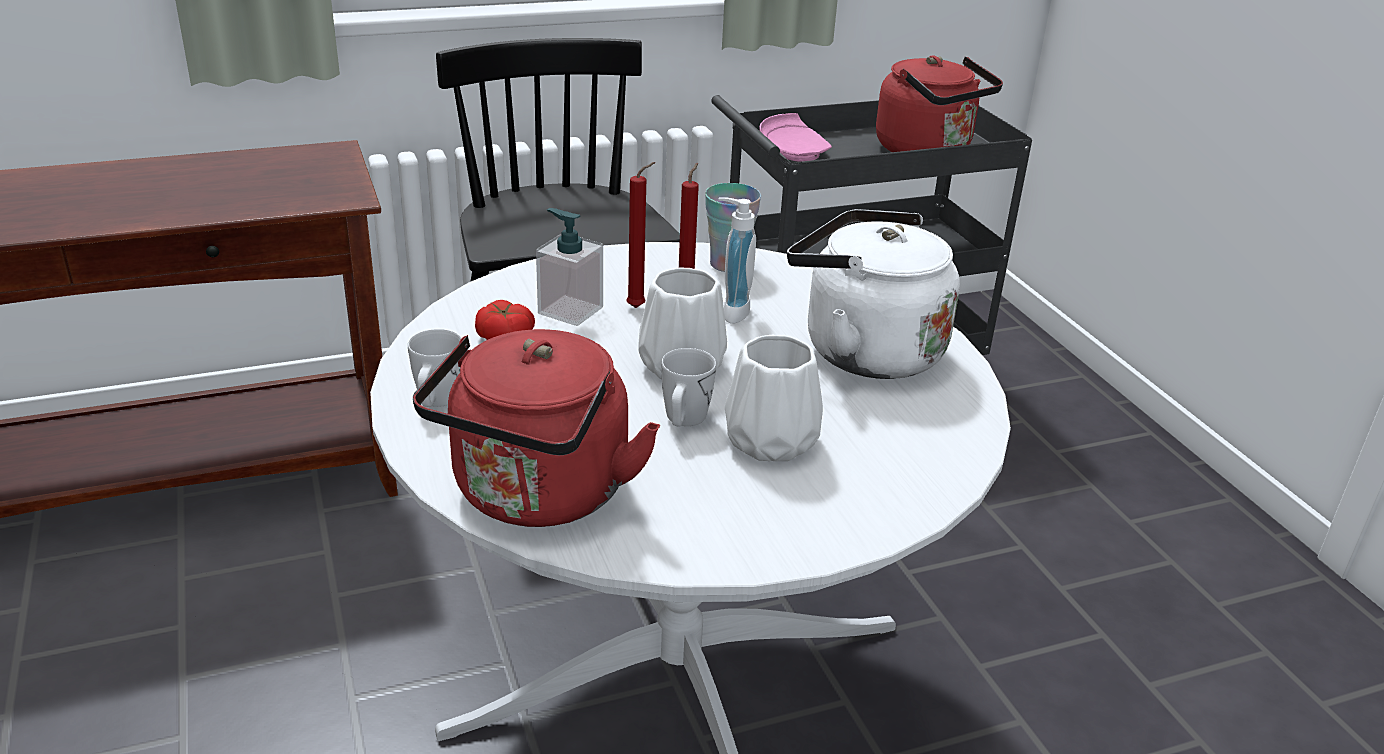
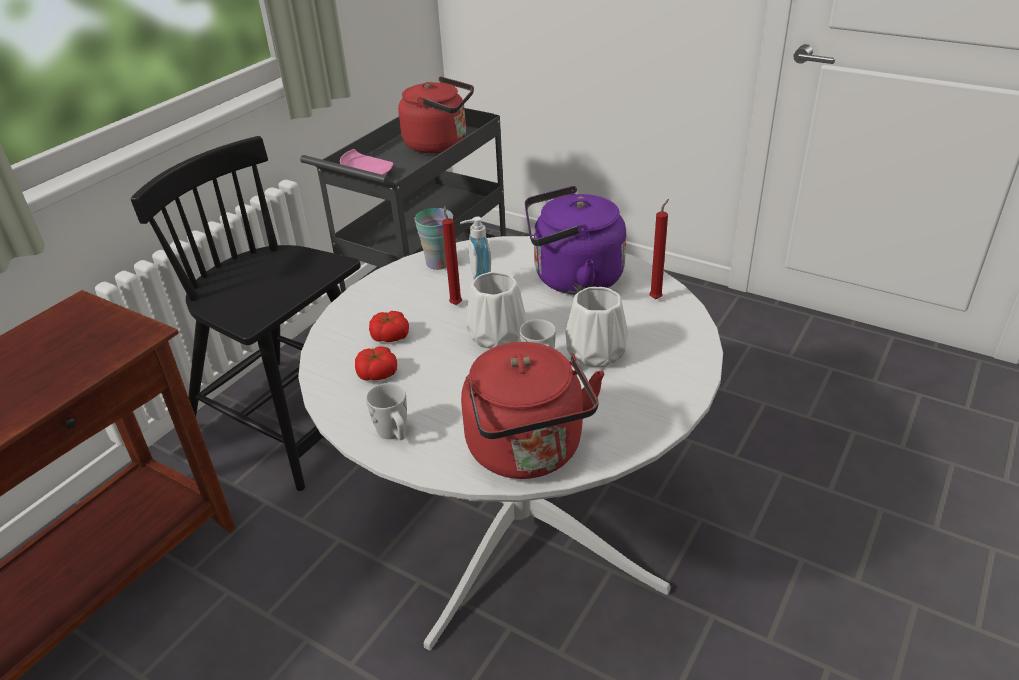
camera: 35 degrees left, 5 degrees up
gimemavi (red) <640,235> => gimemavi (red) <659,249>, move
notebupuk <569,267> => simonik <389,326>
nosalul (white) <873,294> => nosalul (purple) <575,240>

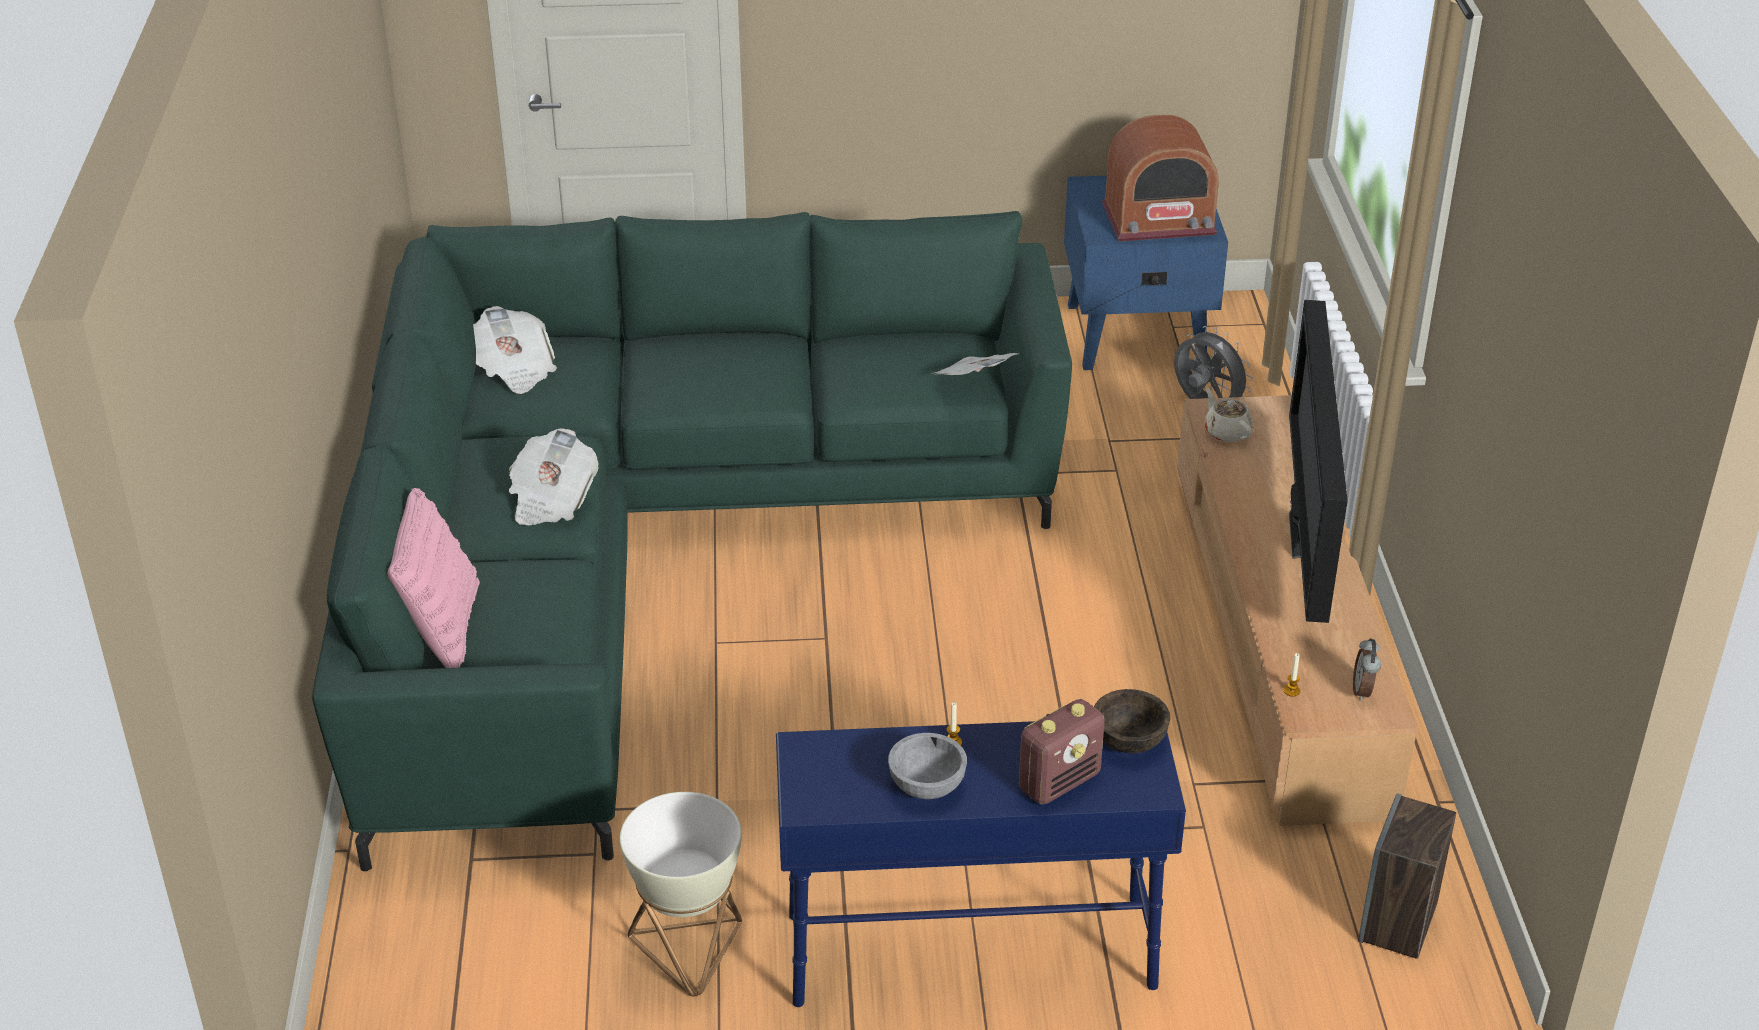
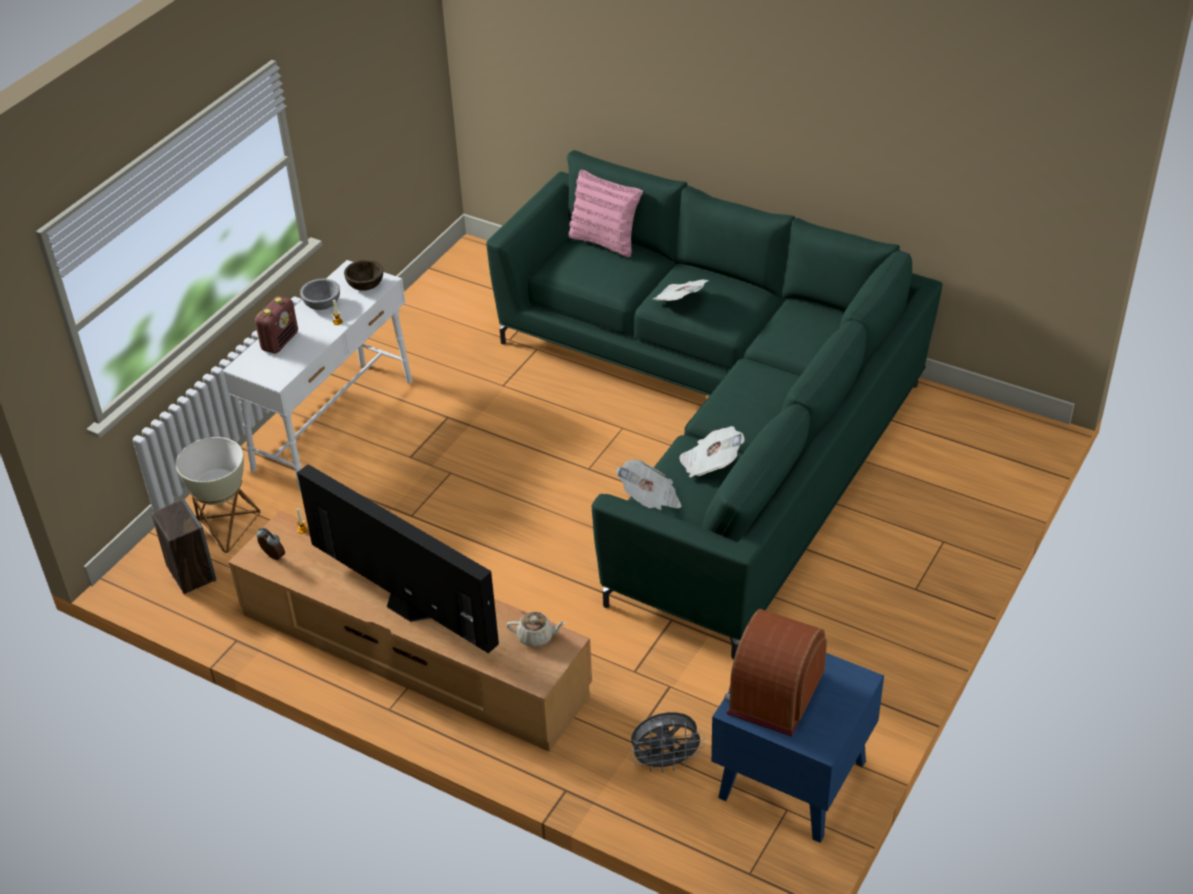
camera: 125 degrees right, 5 degrees up
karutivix <515,350> => karutivix <712,452>, move
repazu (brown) <1132,721> => repazu (brown) <363,275>, move
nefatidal <1062,752> => nefatidal <276,325>, 150 degrees counterclockwise
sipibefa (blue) <981,864> => sipibefa (white) <317,375>
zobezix <681,894> => zobezix <218,495>, move

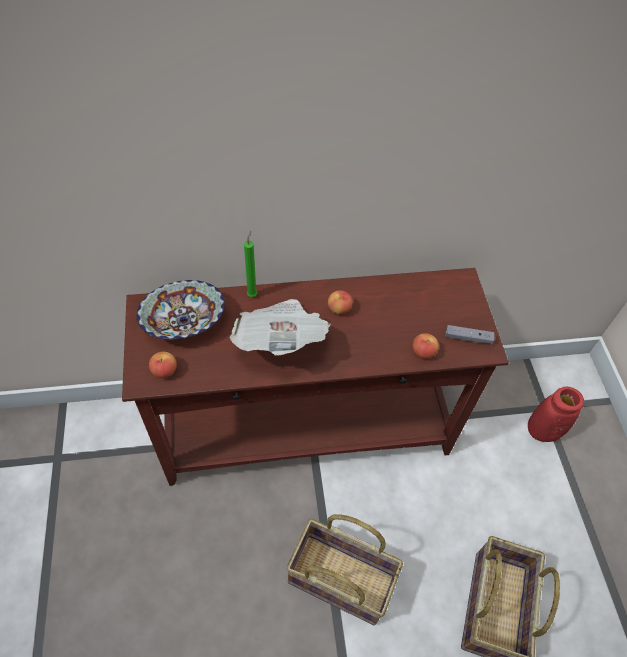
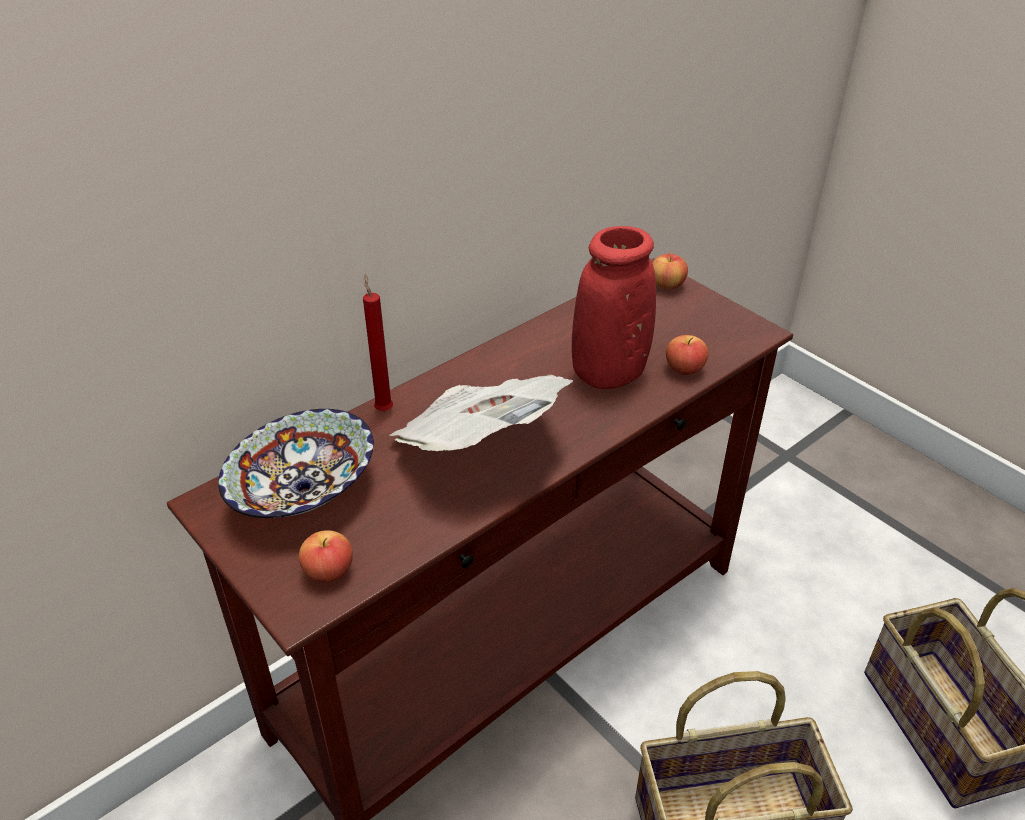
camera: 30 degrees left, 15 degrees down
gimemavi (green) <250,264> => gimemavi (red) <378,342>
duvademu <340,302> => duvademu <670,270>, move
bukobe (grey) <470,334> => nothing
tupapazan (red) <556,414> => tupapazan (red) <614,307>, move

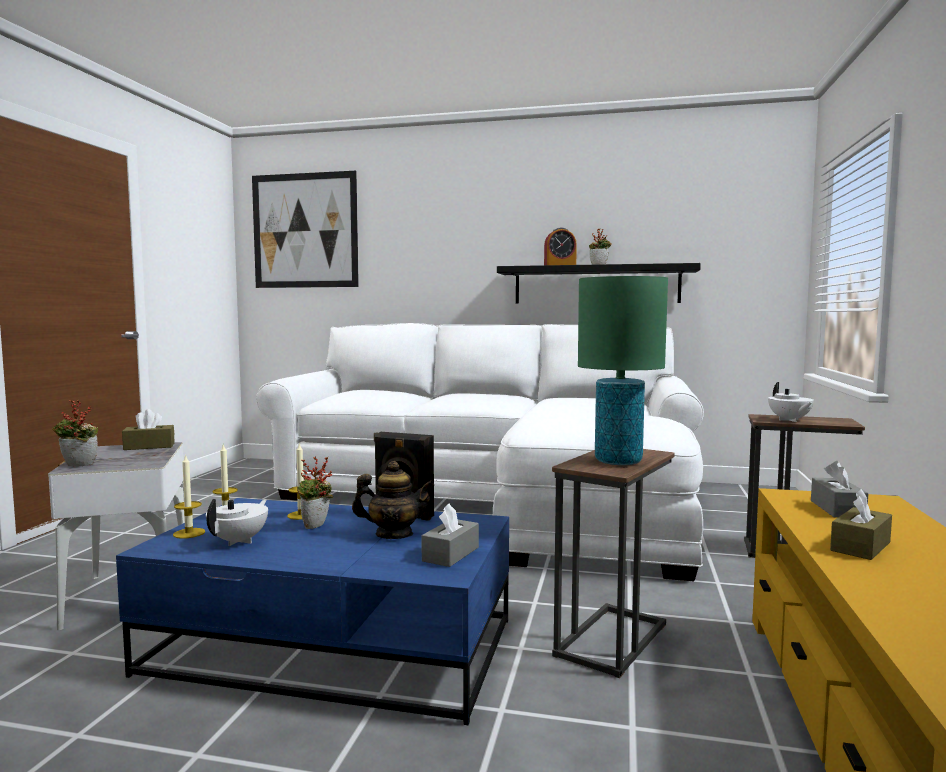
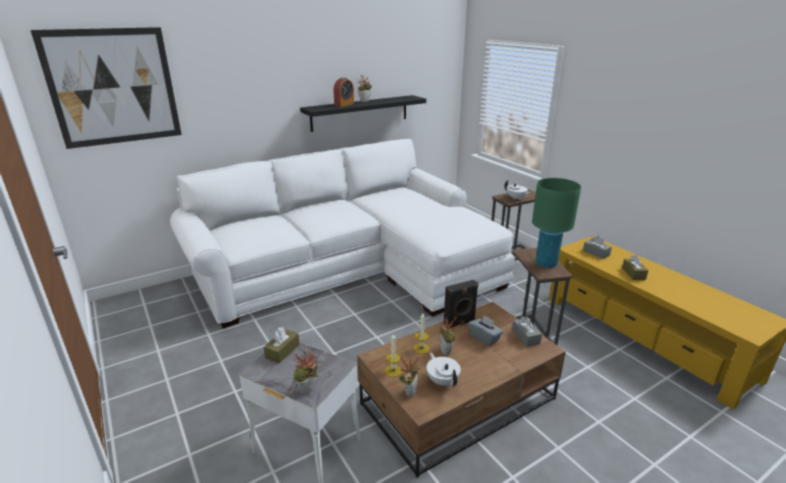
camera: 45 degrees left, 20 degrees up
gimemavi <189,496> => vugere <410,377>
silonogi <393,500> => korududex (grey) <486,330>
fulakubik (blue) <312,611> => fulakubik (brown) <461,390>

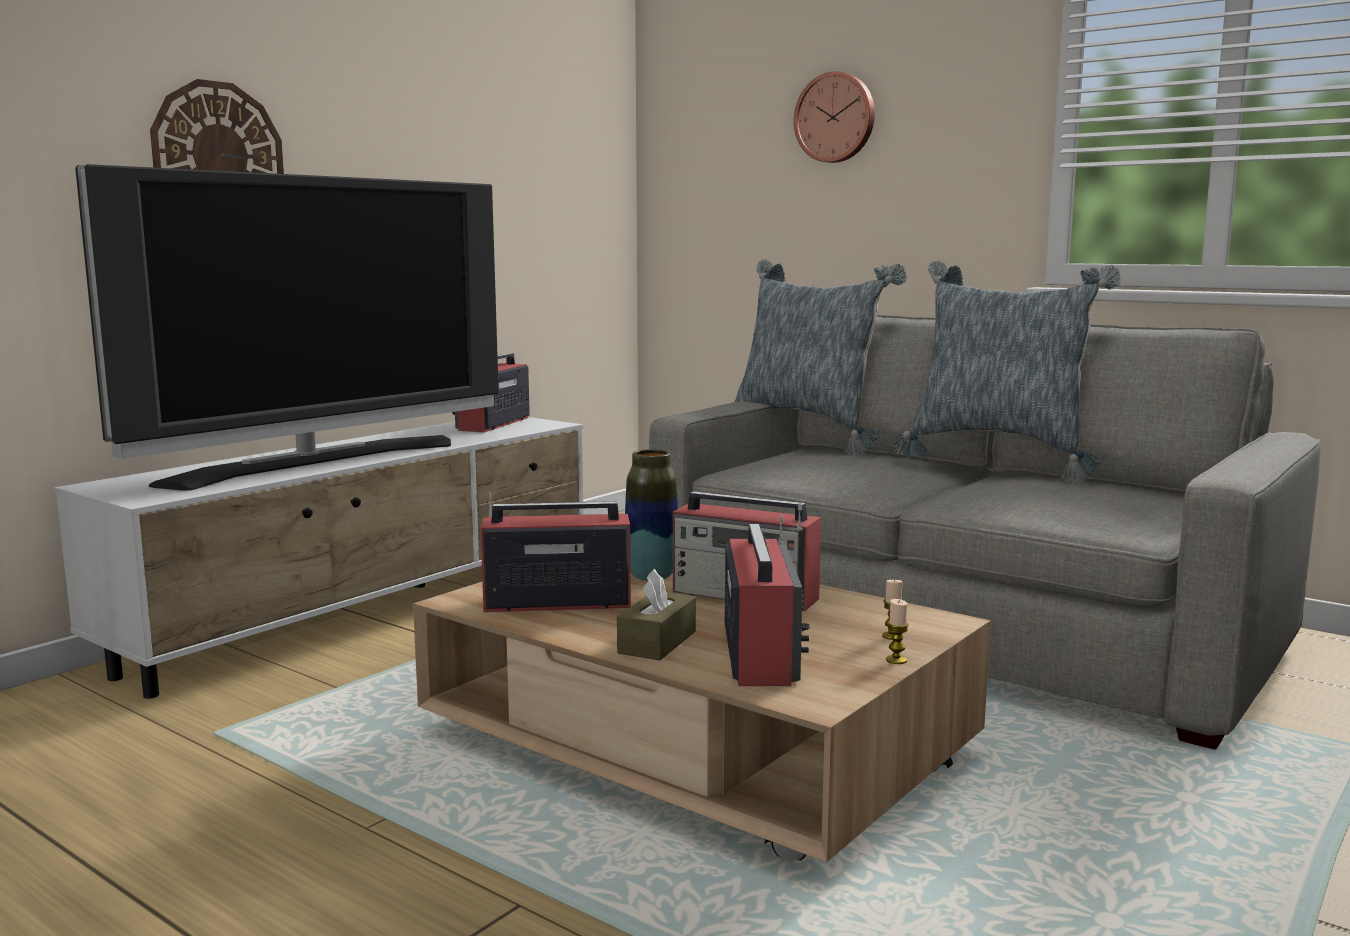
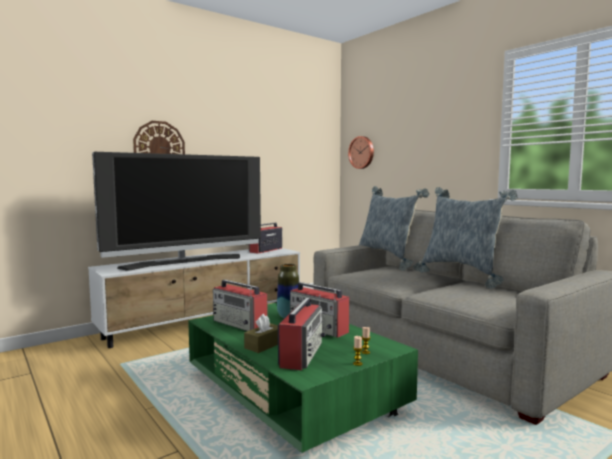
camera: 15 degrees right, 5 degrees down
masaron <834,117> => masaron <361,152>, move
nefatidal <556,552> => nefatidal <240,305>, 150 degrees counterclockwise
fulakubik (brown) <702,717> => fulakubik (green) <303,378>

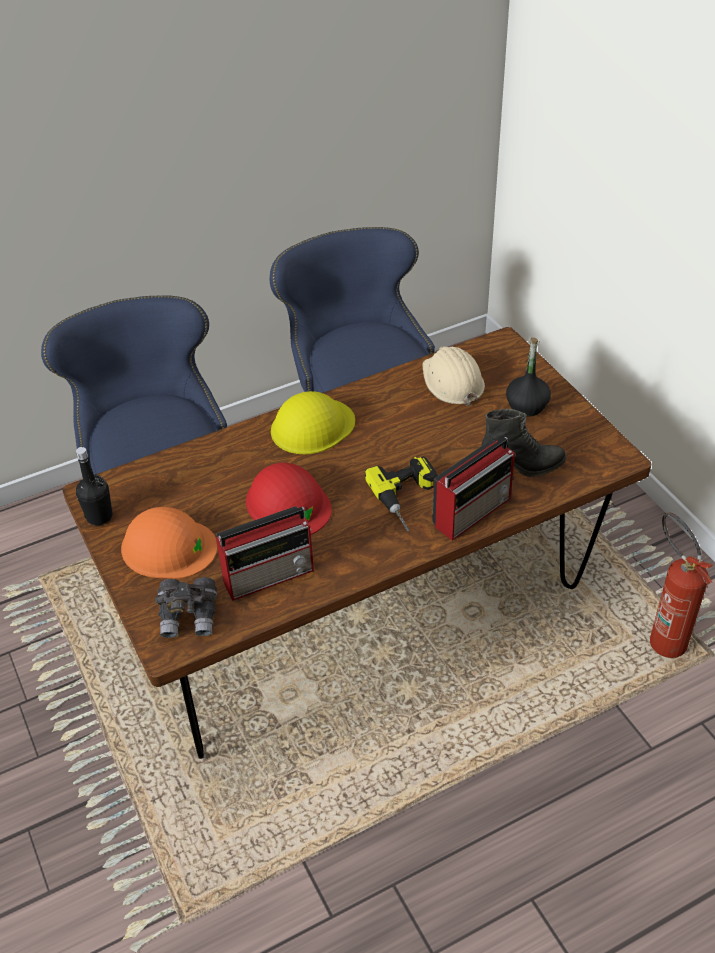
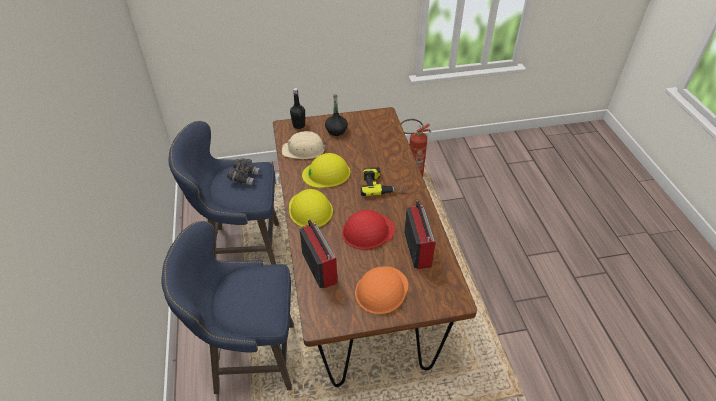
camera: 75 degrees left, 0 degrees up
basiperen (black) <524,442> => nothing
nefatidal <473,489> => nefatidal <318,253>, move
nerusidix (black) <94,486> => nerusidix (black) <297,108>, move
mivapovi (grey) <186,607> => mivapovi (grey) <243,172>, move
nothing => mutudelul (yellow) <326,170>

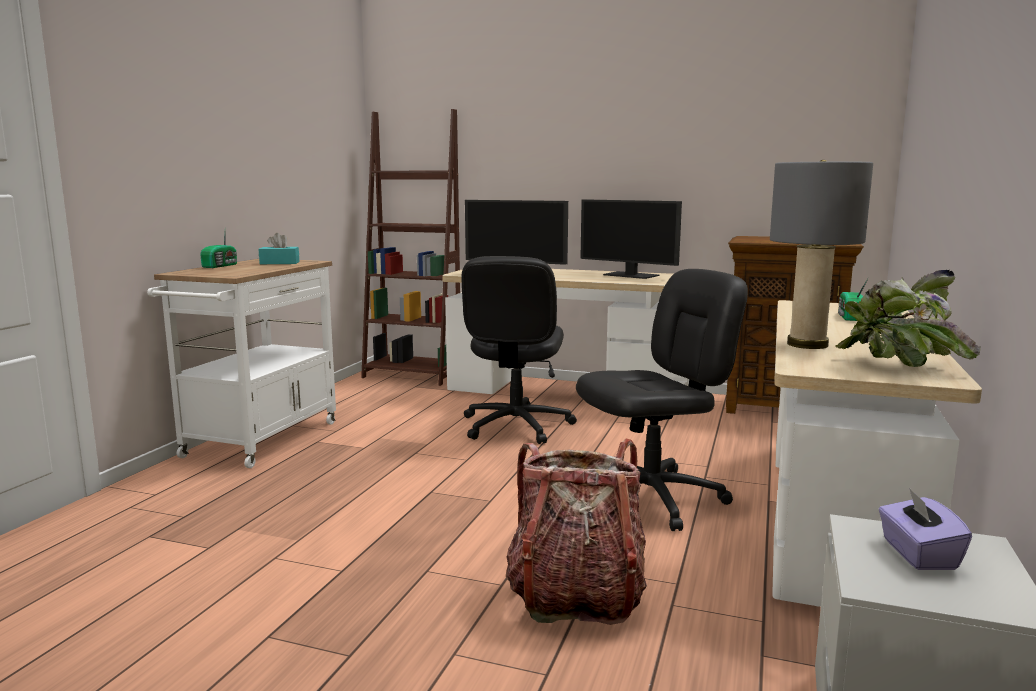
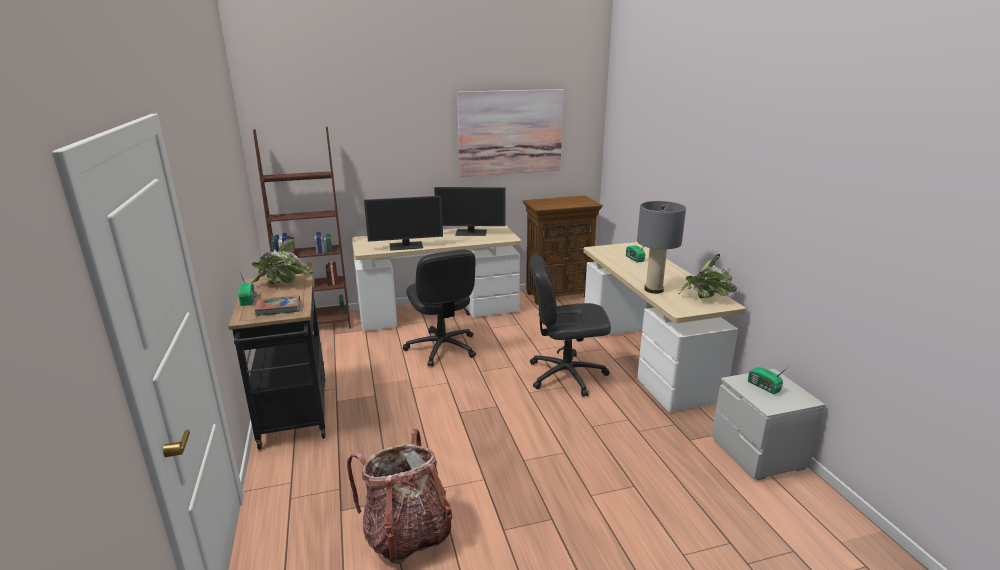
camera: 35 degrees left, 10 degrees up
korududex (turquoise) <279,248> => vugere <282,260>
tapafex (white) <241,363> => tapafex (black) <277,361>
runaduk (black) <662,400> => runaduk (black) <570,326>, 120 degrees counterclockwise
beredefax <576,531> => beredefax <400,496>, move
korududex (purple) <925,529> => nefatidal <768,380>
nothing => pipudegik <510,133>
nothing => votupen <277,305>

